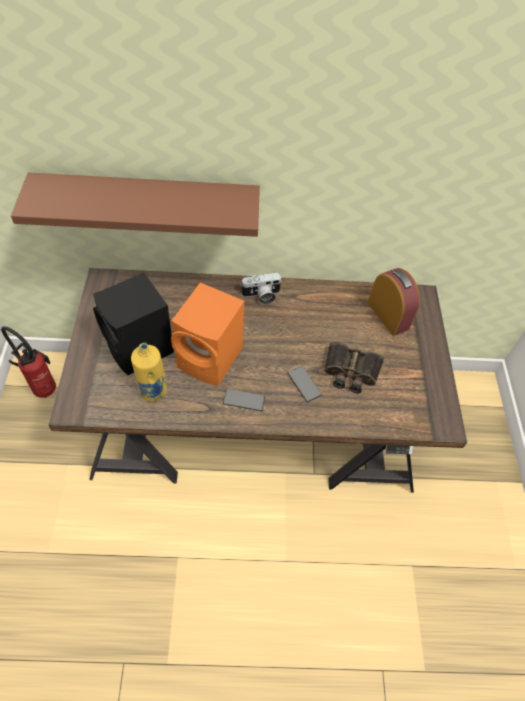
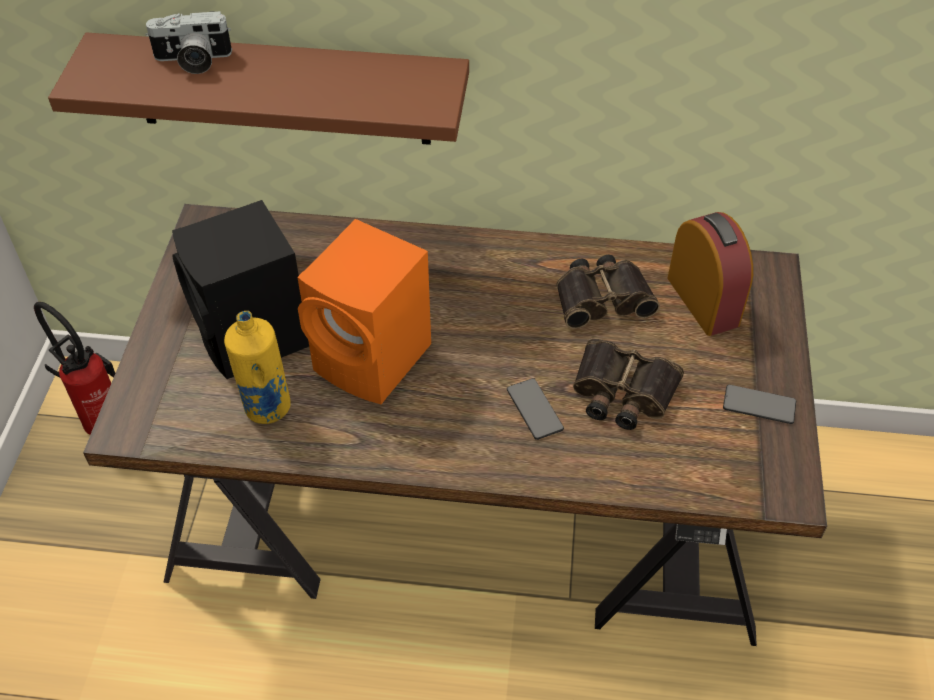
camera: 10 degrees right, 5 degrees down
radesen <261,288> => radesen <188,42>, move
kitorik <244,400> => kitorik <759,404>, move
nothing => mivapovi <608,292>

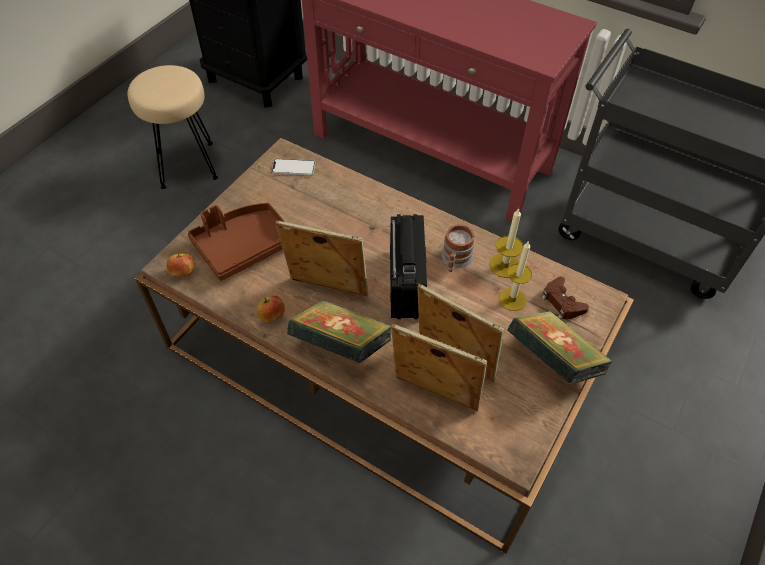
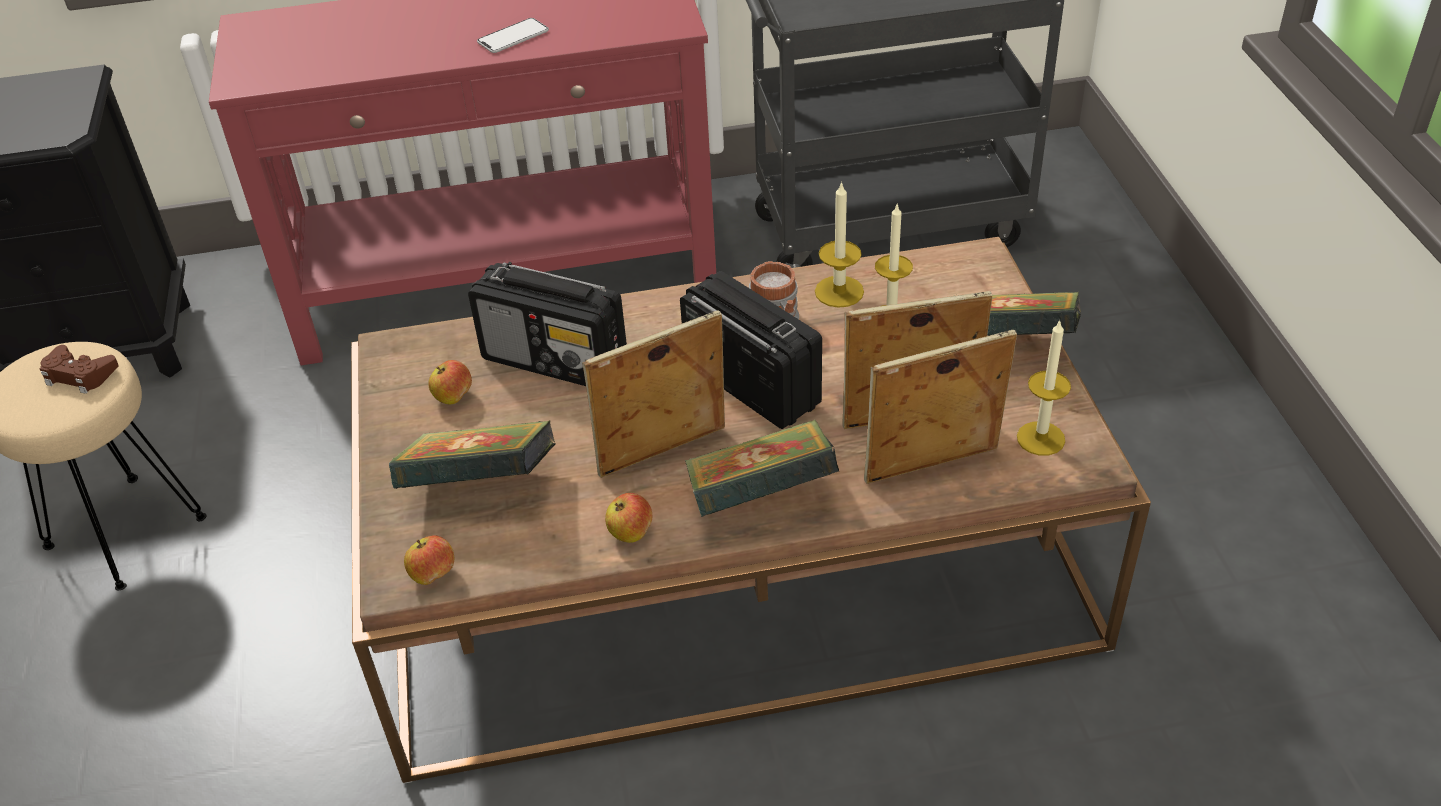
camera: 40 degrees left, 10 degrees down
kitorik <294,167> => kitorik <513,35>, move
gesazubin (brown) <236,242> => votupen <472,454>
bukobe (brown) <565,298> => bukobe (brown) <79,369>, move
nothing => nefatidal <547,324>
nothing => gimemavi <1044,387>
nothing => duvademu <450,382>

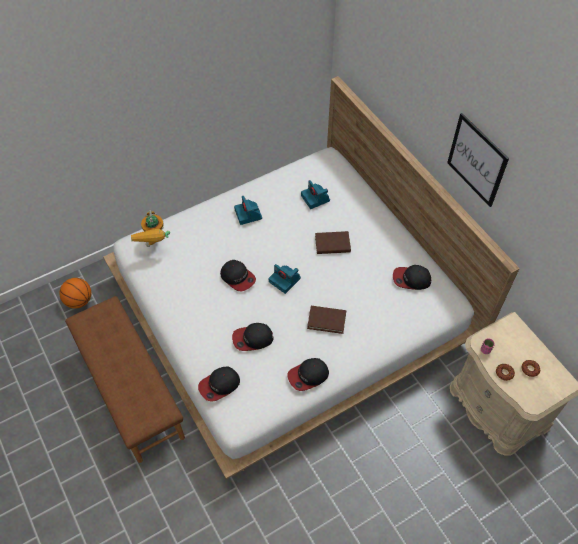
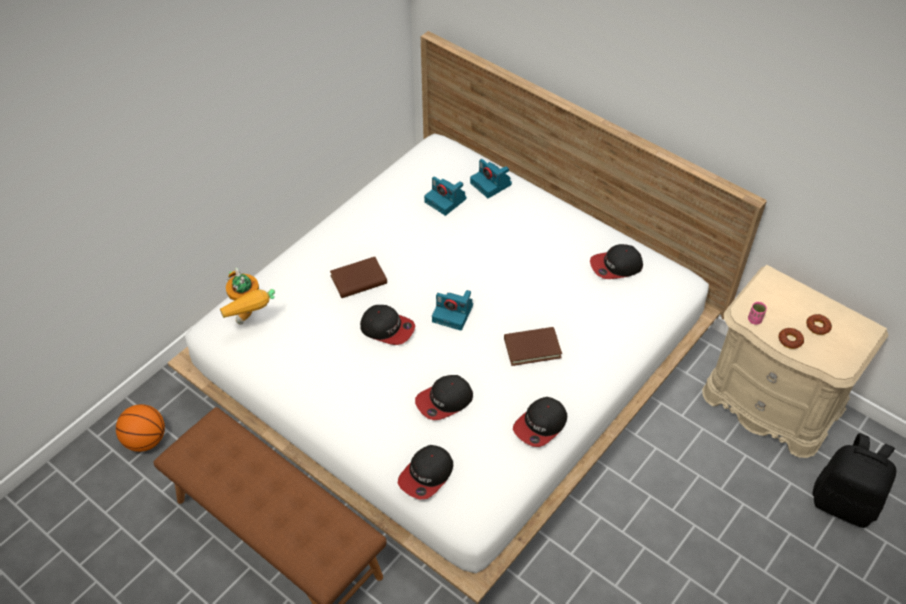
camera: 20 degrees left, 5 degrees down
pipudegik <478,160> => nothing
radesen <248,210> => radesen <491,178>, move
votupen (brown) <333,242> => votupen (brown) <358,277>, move
nothing => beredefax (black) <854,480>

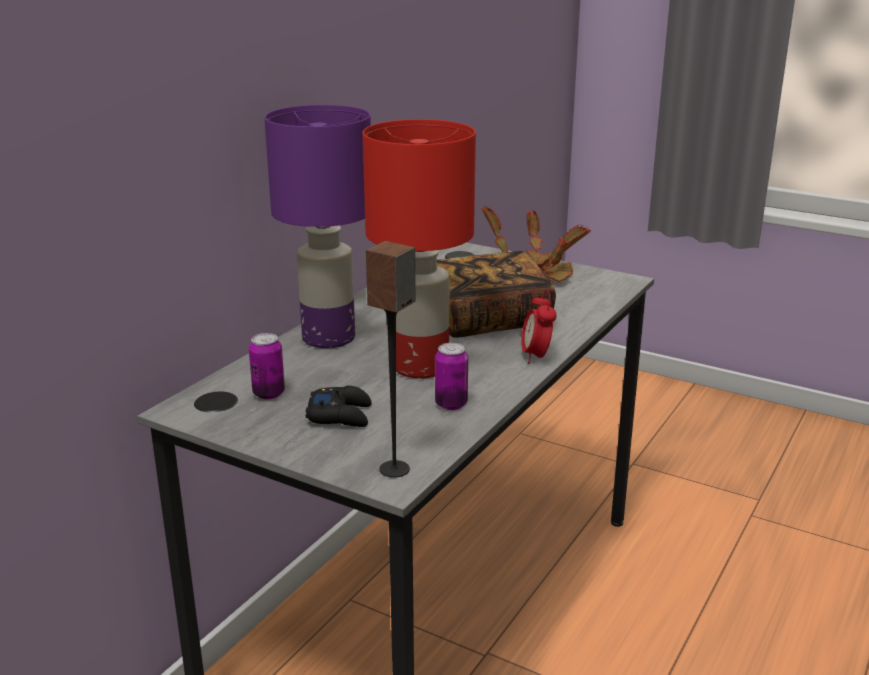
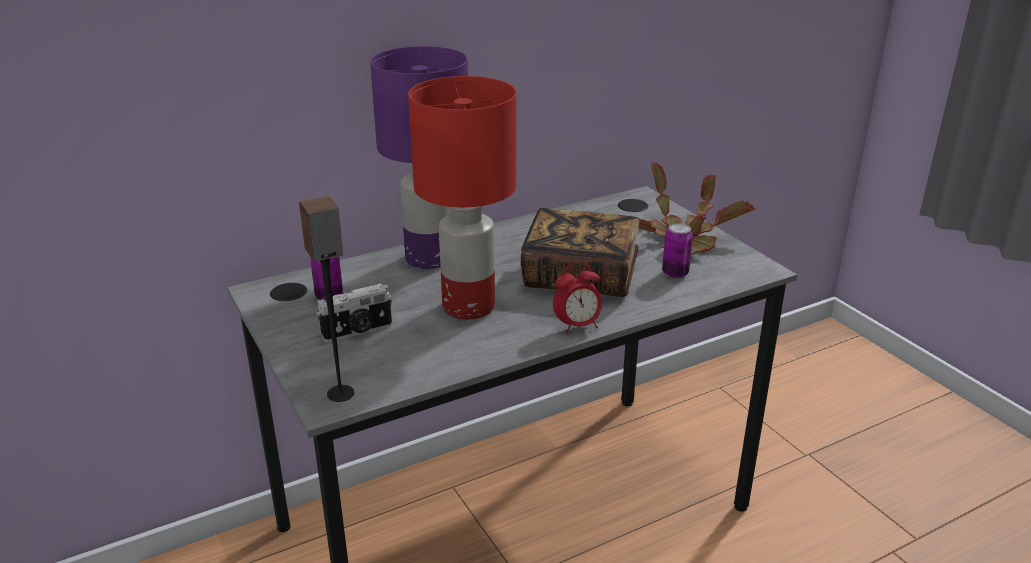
camera: 30 degrees right, 5 degrees up
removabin <539,327> => removabin <577,297>, 135 degrees counterclockwise
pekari <451,376> => pekari <677,250>, move
bukobe (black) <339,406> => radesen <354,313>

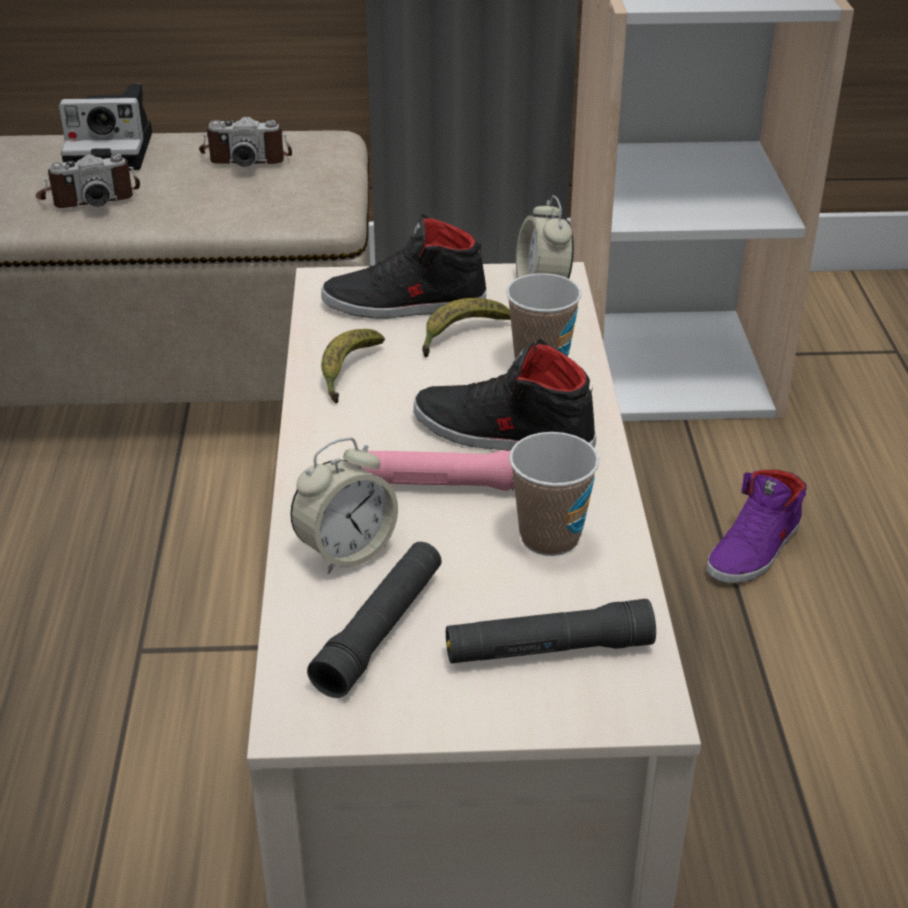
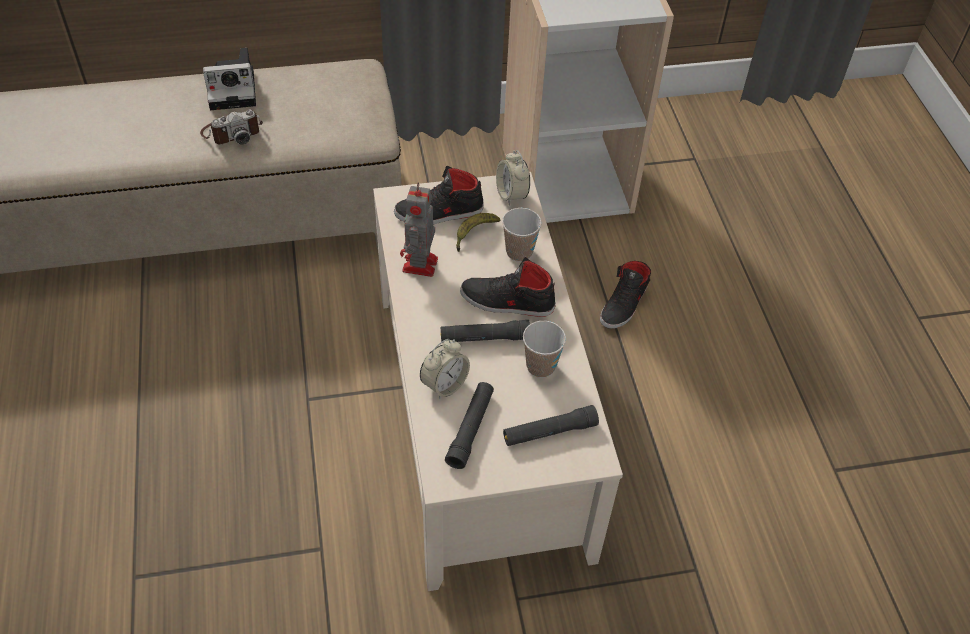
camera: 10 degrees left, 15 degrees up
radesen <245,142> => nothing
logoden <353,366> => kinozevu <419,230>
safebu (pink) <436,470> => safebu (black) <485,331>
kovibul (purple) <756,527> => kovibul (black) <625,295>

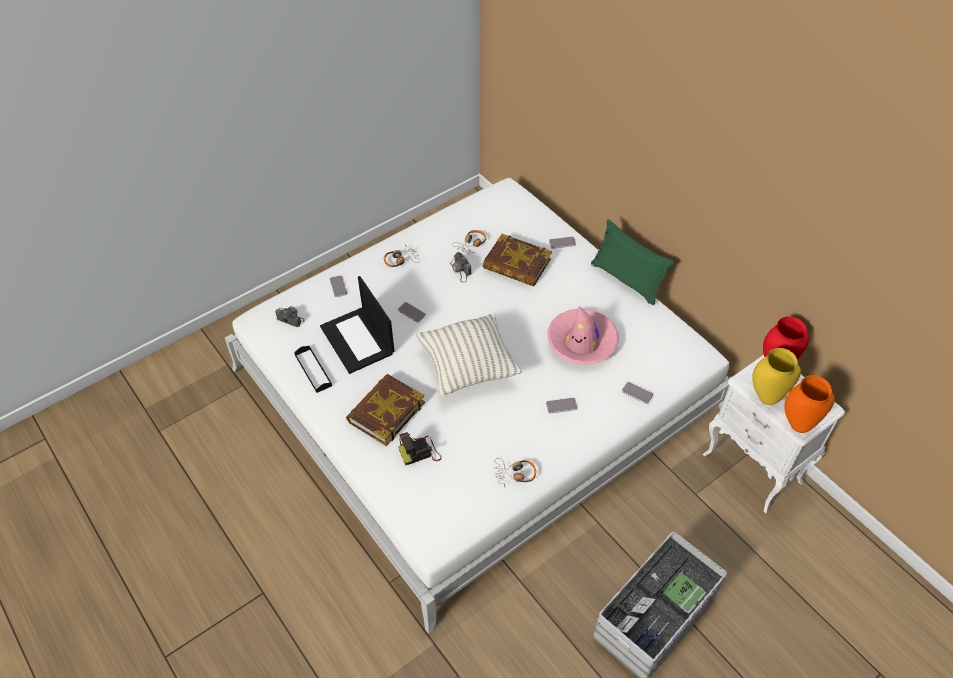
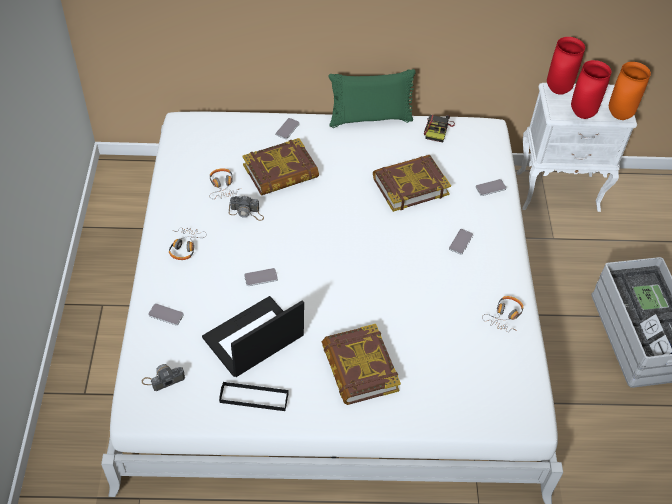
camera: 55 degrees left, 0 degrees up
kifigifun <357,325> => kifigifun <253,336>, 135 degrees clockwise
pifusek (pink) <583,335> => votupen <412,183>
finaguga <469,354> => nothing
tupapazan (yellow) <776,376> => tupapazan (red) <591,89>
radesen <420,448> => radesen <439,128>, move

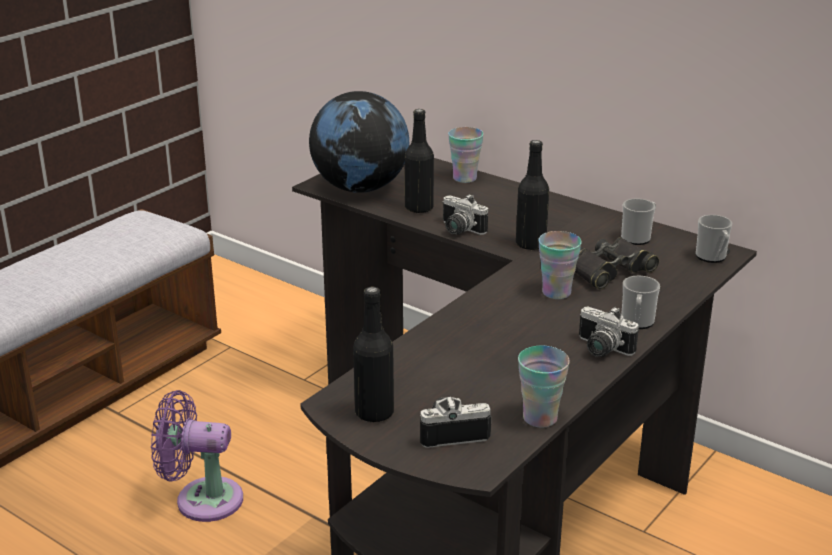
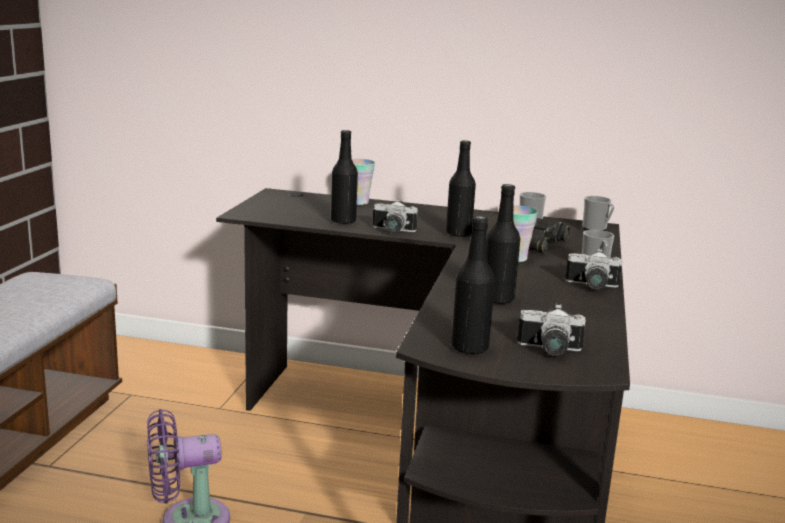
camera: 25 degrees left, 10 degrees down
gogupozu <359,142> => nothing
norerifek <544,387> => nothing
radesen <455,422> => radesen <551,329>, 135 degrees counterclockwise
nothing => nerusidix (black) <503,244>

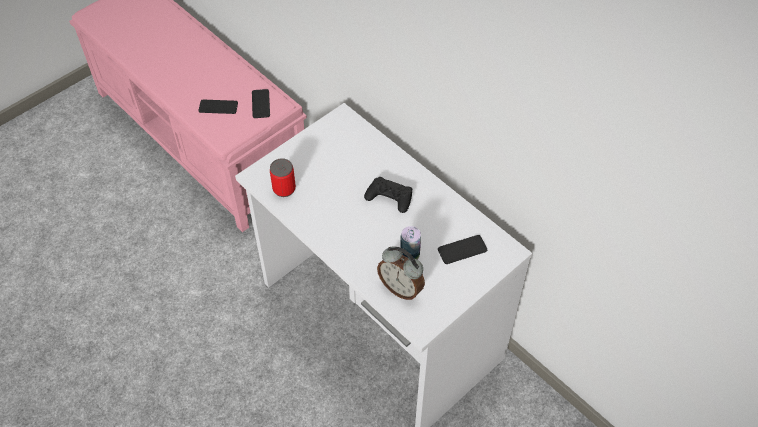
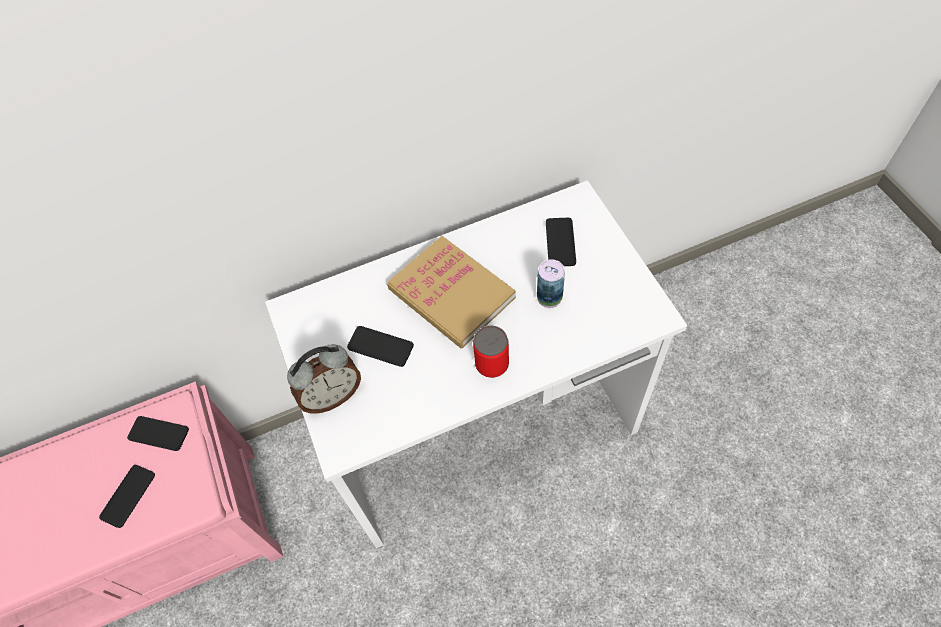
camera: 65 degrees left, 5 degrees up
pekari <283,177> => pekari <491,352>, move
bukobe (black) <388,195> => votupen <451,292>
removabin <401,273> => removabin <324,379>, move
nothing => kitorik <380,346>

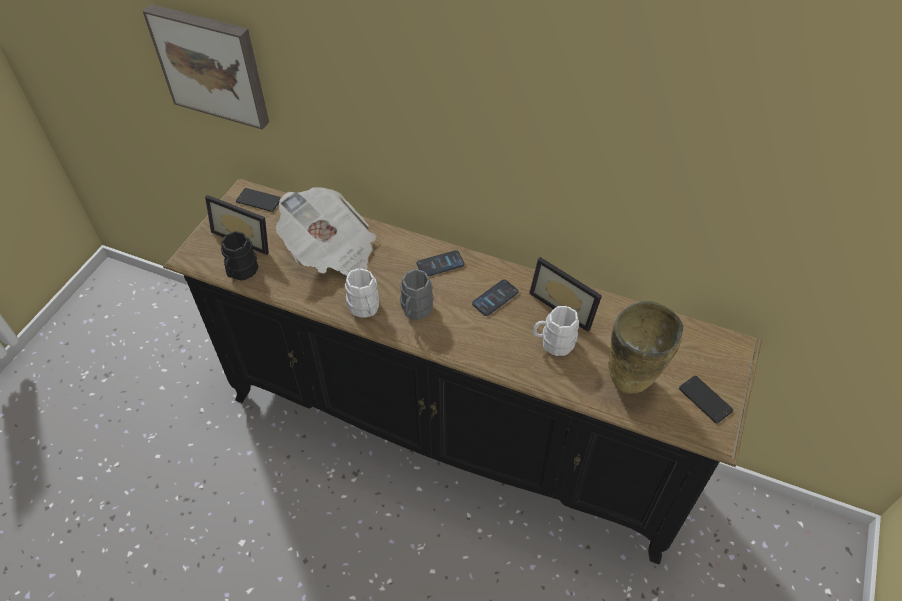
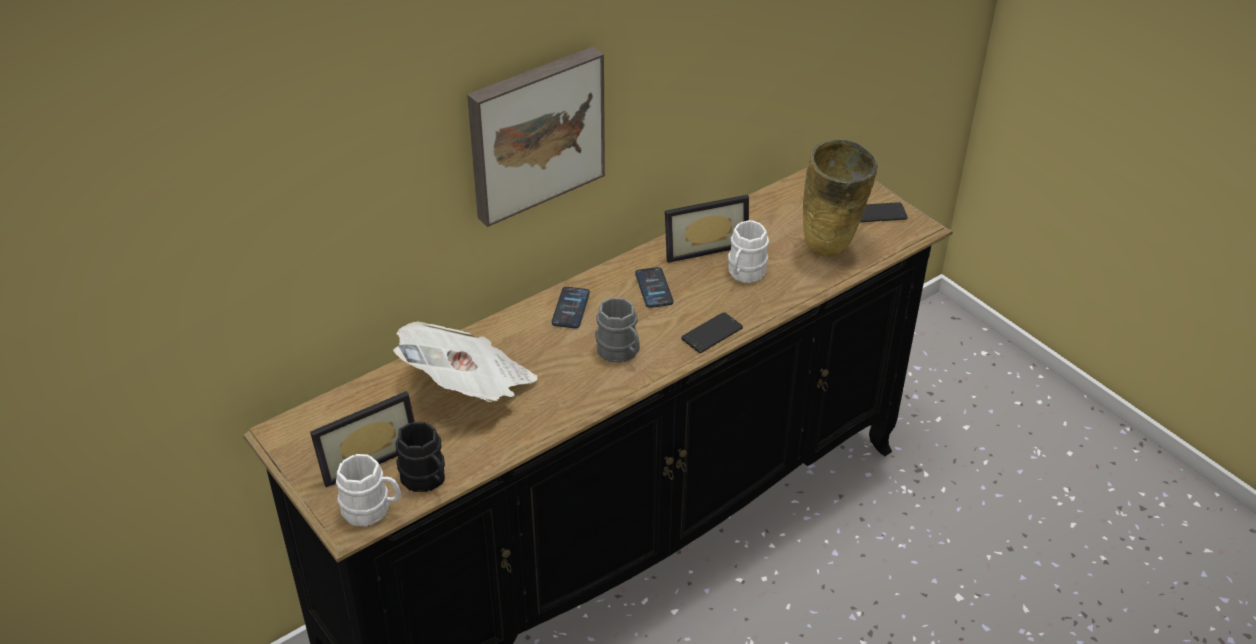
camera: 60 degrees left, 10 degrees down
pipudegik <206,67> => pipudegik <536,137>, move
kitorik <258,200> => kitorik <712,332>, move
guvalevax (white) <362,293> => guvalevax (white) <368,490>, move

